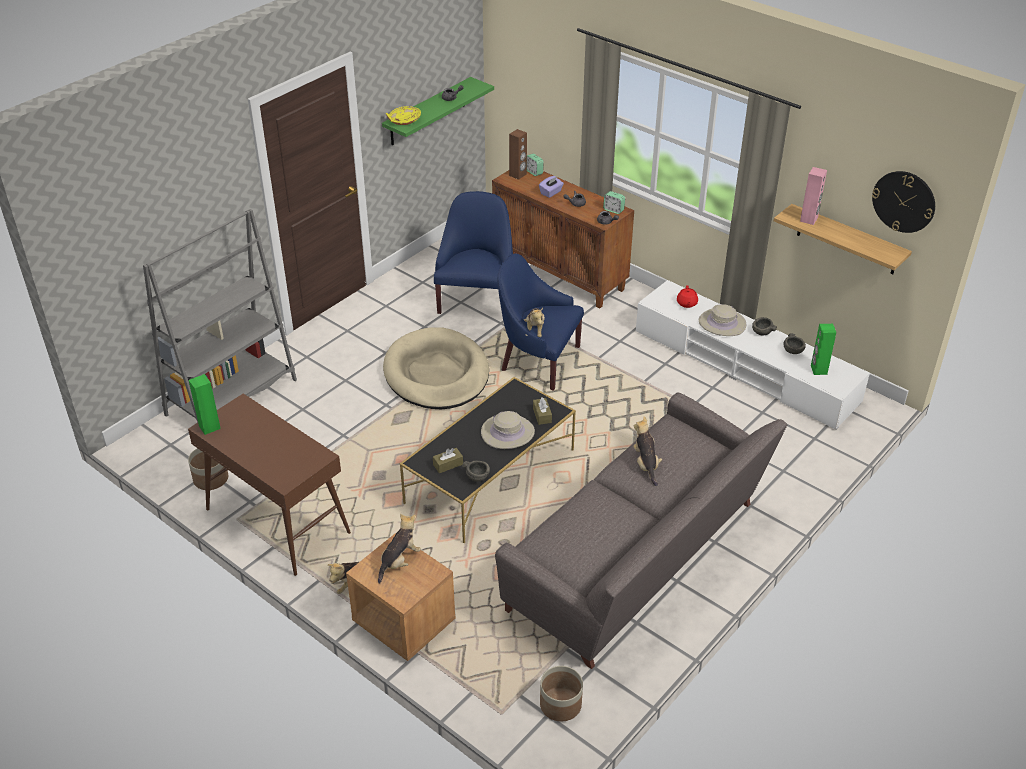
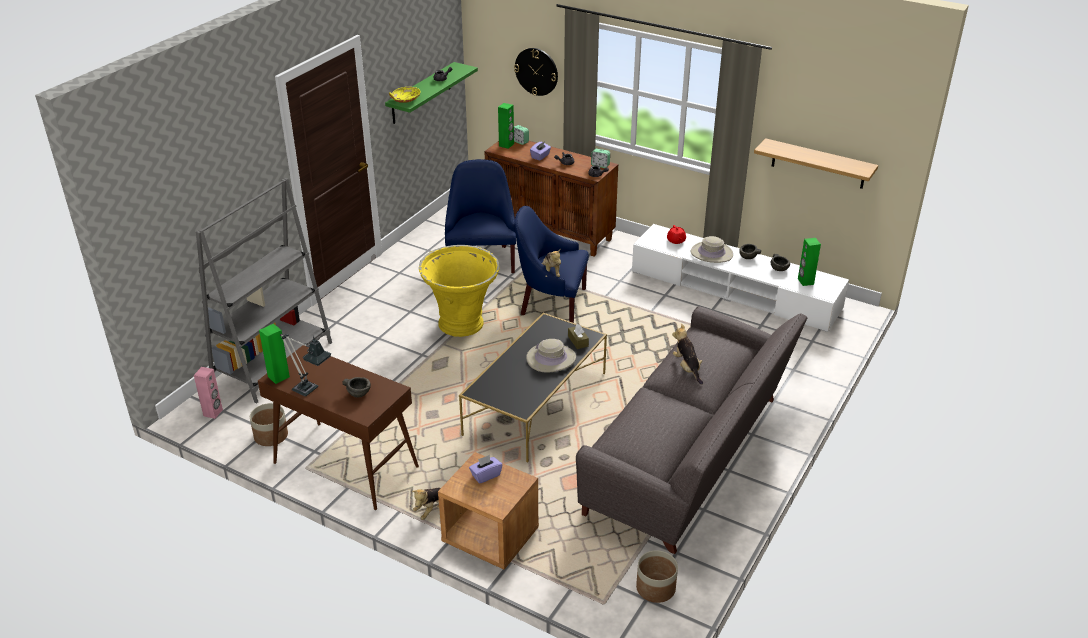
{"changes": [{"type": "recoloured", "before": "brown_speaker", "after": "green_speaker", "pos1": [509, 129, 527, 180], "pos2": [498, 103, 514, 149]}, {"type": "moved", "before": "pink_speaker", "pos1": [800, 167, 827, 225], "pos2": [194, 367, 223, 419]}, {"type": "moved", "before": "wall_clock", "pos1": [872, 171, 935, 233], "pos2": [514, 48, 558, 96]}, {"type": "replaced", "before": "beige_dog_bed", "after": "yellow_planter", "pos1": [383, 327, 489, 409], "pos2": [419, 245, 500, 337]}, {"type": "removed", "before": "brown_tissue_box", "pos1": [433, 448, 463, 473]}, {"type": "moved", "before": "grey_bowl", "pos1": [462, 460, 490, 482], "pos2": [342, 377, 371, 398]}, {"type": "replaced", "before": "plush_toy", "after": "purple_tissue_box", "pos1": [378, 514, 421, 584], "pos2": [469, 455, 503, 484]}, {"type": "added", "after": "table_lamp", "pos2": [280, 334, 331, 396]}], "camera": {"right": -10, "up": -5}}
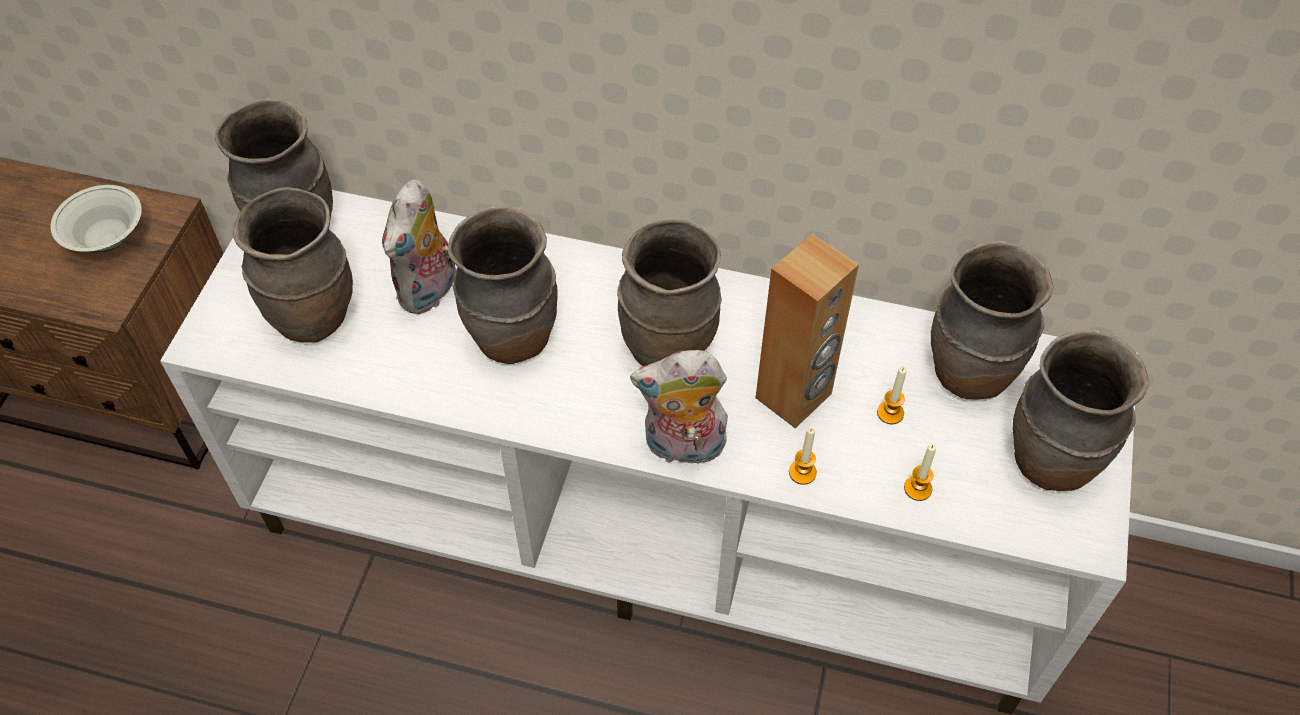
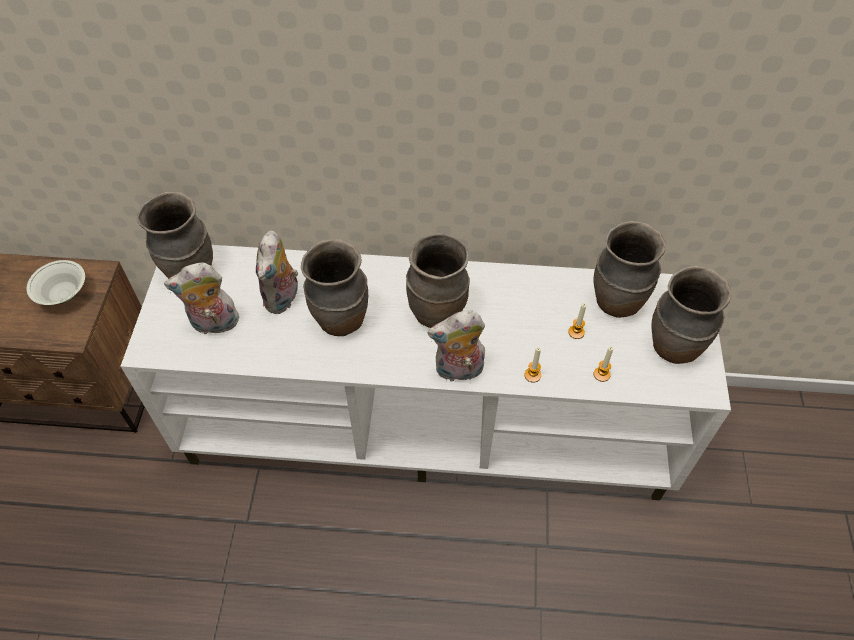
{"changes": [{"type": "replaced", "before": "brown_vase", "after": "plush_toy", "pos1": [233, 187, 353, 343], "pos2": [164, 262, 240, 334]}, {"type": "removed", "before": "brown_speaker", "pos1": [756, 234, 859, 428]}], "camera": {"right": -10, "up": 0}}
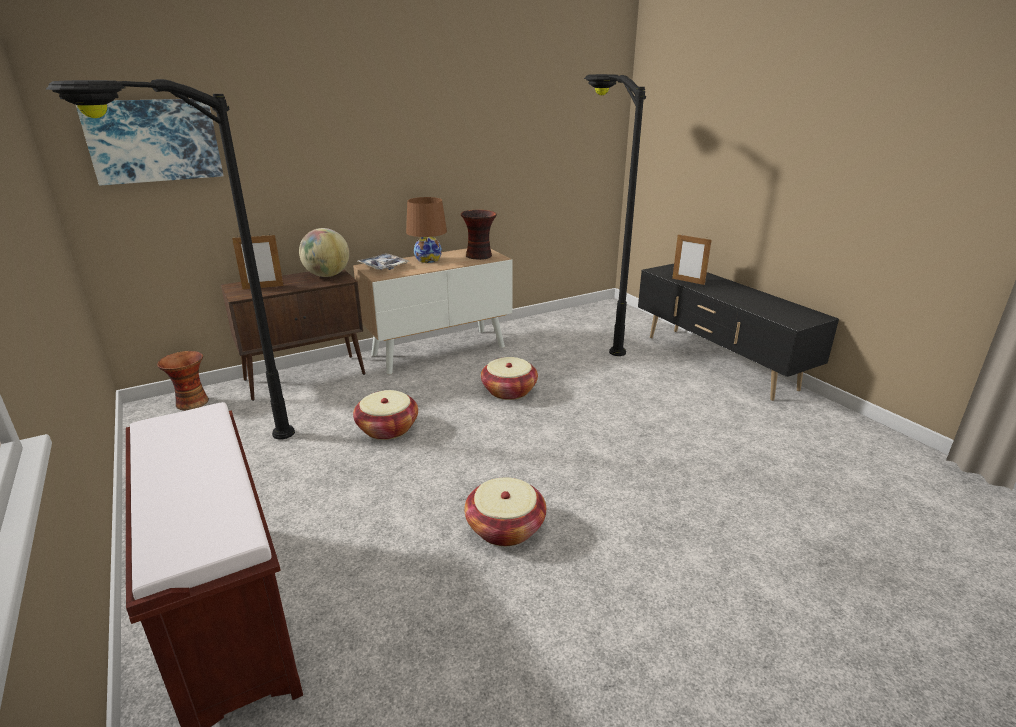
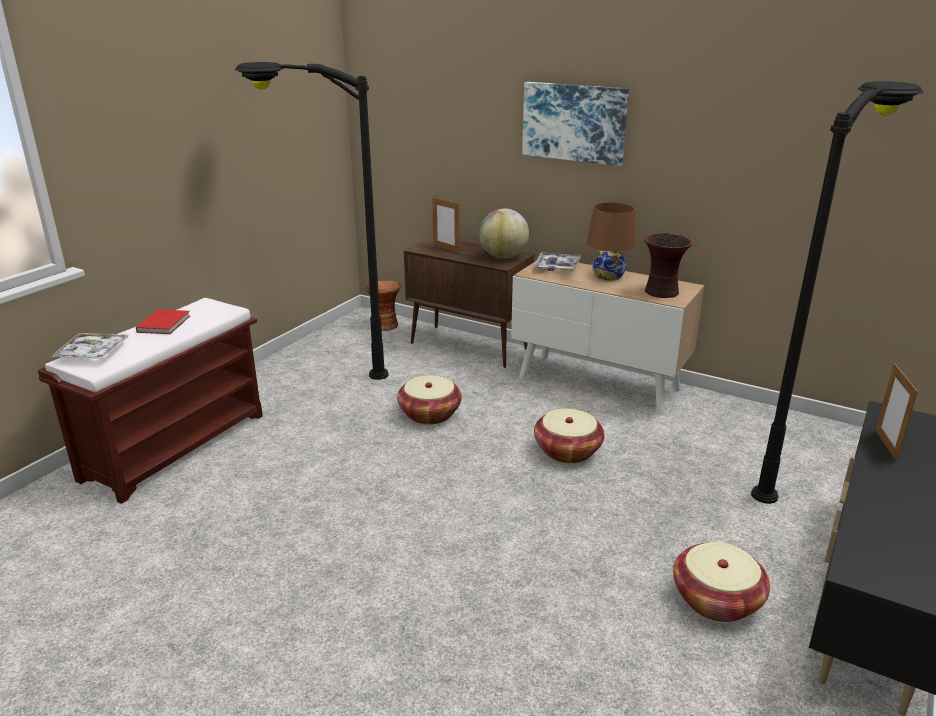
{"changes": [{"type": "moved", "before": "picture", "pos1": [76, 99, 224, 185], "pos2": [522, 82, 629, 166]}, {"type": "moved", "before": "basket", "pos1": [464, 478, 546, 546], "pos2": [673, 542, 770, 622]}, {"type": "added", "after": "red_book", "pos2": [136, 309, 190, 334]}, {"type": "added", "after": "tray", "pos2": [50, 333, 128, 359]}], "camera": {"right": 60, "up": 0}}
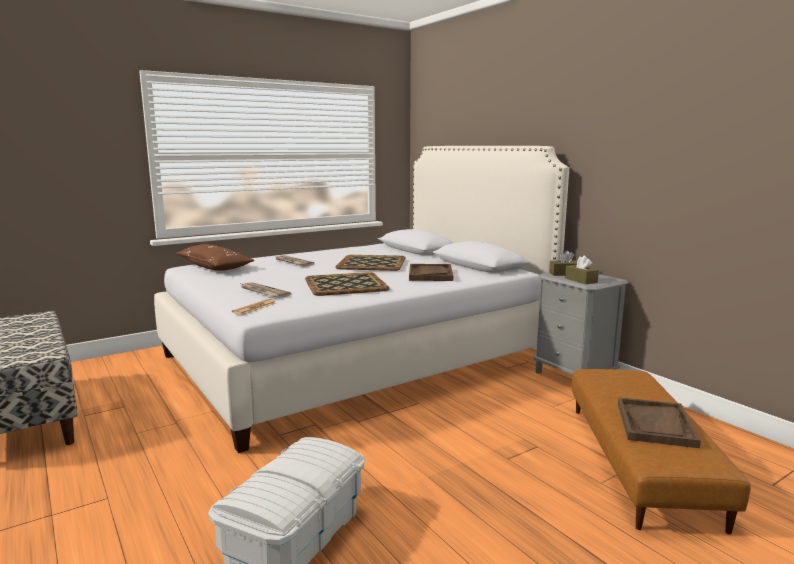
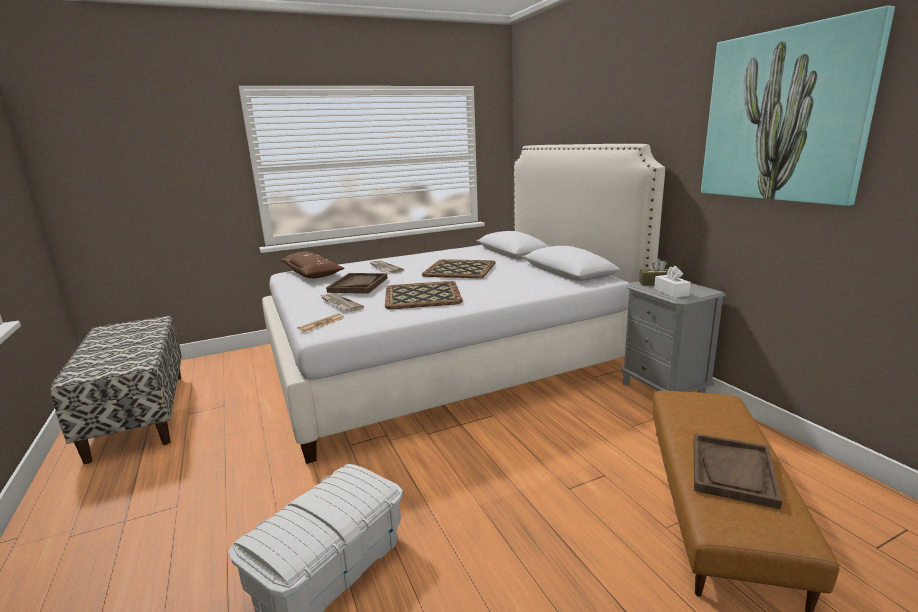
{"changes": [{"type": "recoloured", "before": "brown_tissue_box", "after": "white_tissue_box", "pos1": [565, 256, 599, 284], "pos2": [654, 266, 691, 298]}, {"type": "moved", "before": "brown_tray", "pos1": [409, 264, 453, 281], "pos2": [326, 273, 387, 294]}, {"type": "added", "after": "picture", "pos2": [701, 5, 895, 206]}], "camera": {"right": 10, "up": 5}}
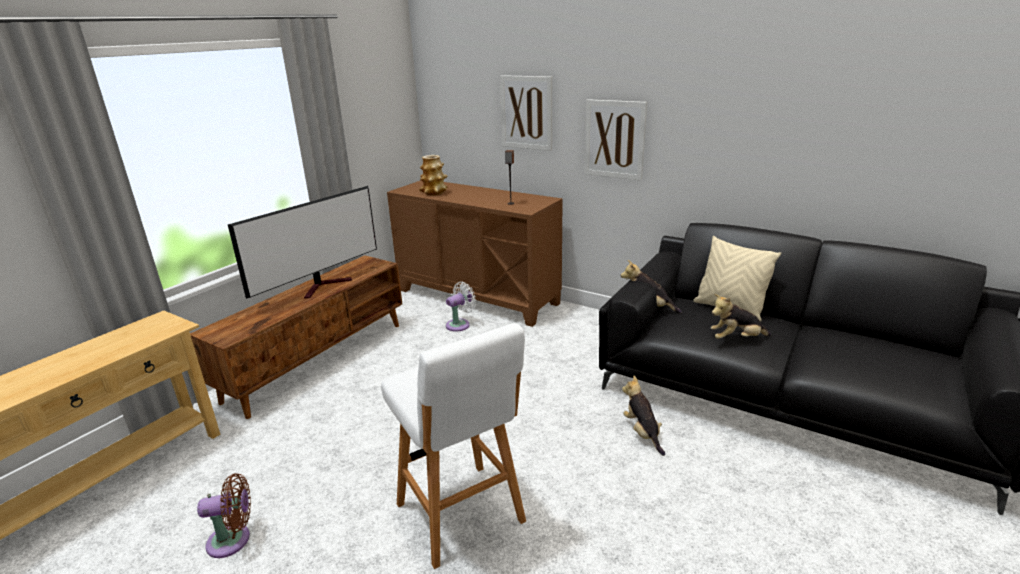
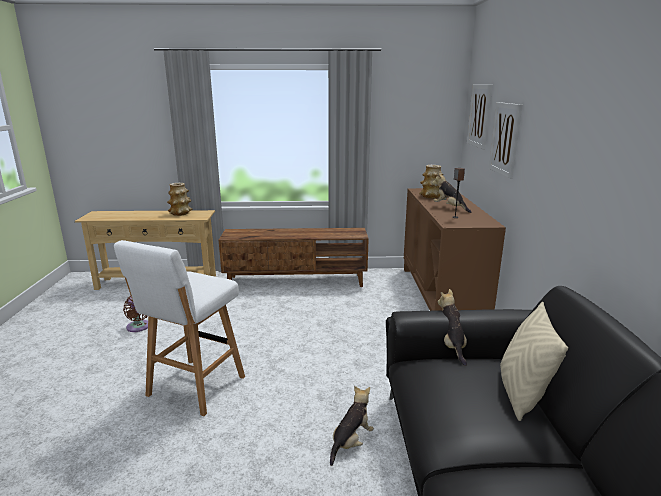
{"changes": [{"type": "moved", "before": "picture", "pos1": [585, 99, 647, 181], "pos2": [467, 85, 492, 149]}, {"type": "removed", "before": "television", "pos1": [228, 186, 377, 299]}, {"type": "removed", "before": "white_fan", "pos1": [446, 282, 476, 332]}, {"type": "moved", "before": "plush_toy", "pos1": [711, 294, 771, 339], "pos2": [432, 173, 471, 213]}, {"type": "added", "after": "vase", "pos2": [167, 183, 192, 216]}], "camera": {"right": 55, "up": -5}}
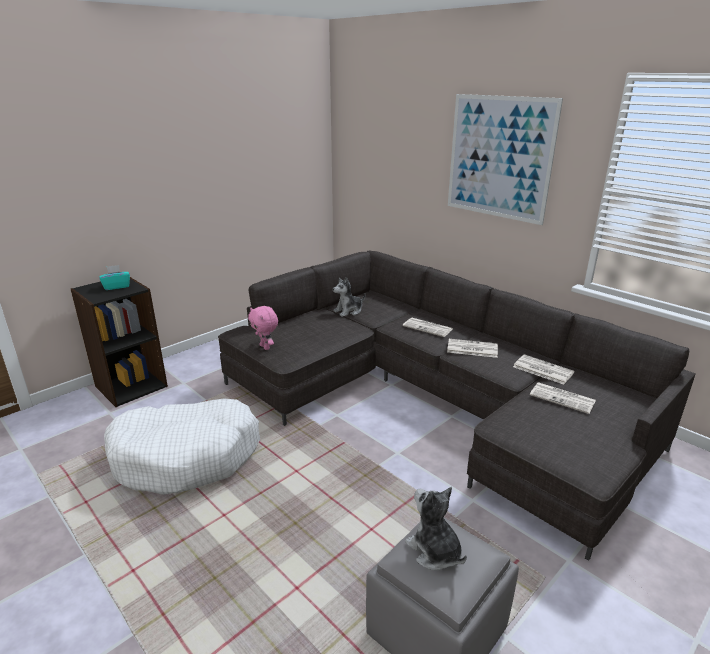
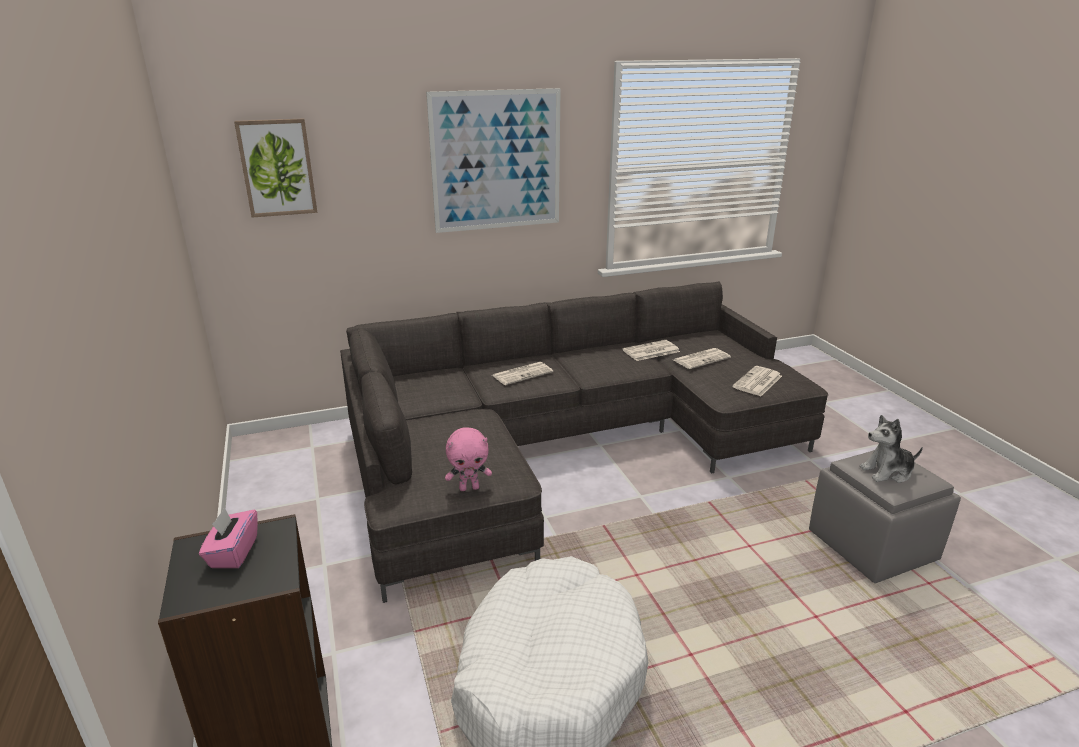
{"changes": [{"type": "recoloured", "before": "turquoise_tissue_box", "after": "pink_tissue_box", "pos1": [99, 265, 130, 290], "pos2": [199, 508, 258, 568]}, {"type": "removed", "before": "plush_toy", "pos1": [333, 277, 365, 317]}, {"type": "moved", "before": "newspaper", "pos1": [447, 339, 498, 358], "pos2": [732, 366, 782, 396]}, {"type": "added", "after": "picture", "pos2": [234, 118, 318, 217]}], "camera": {"right": -65, "up": 0}}
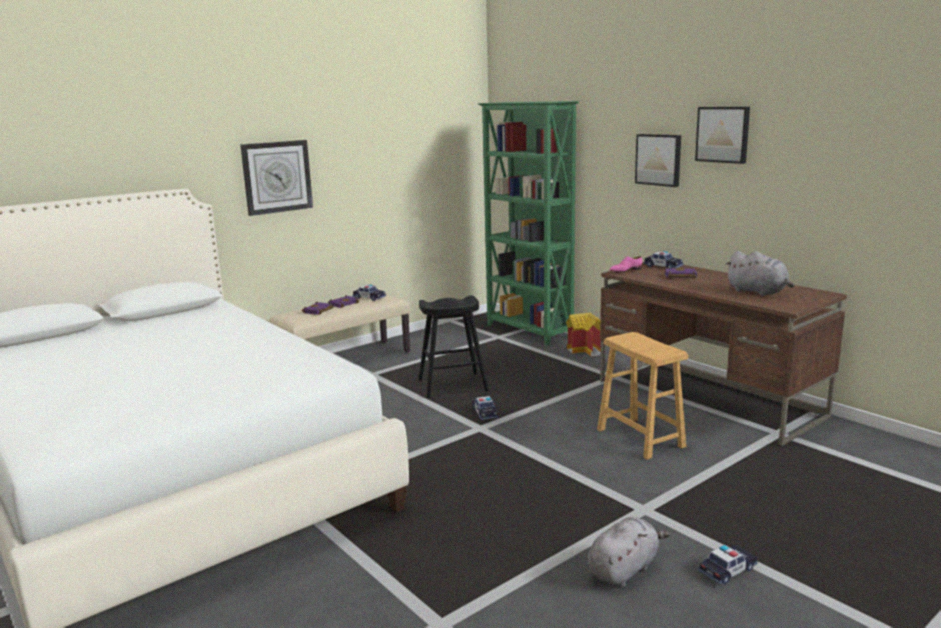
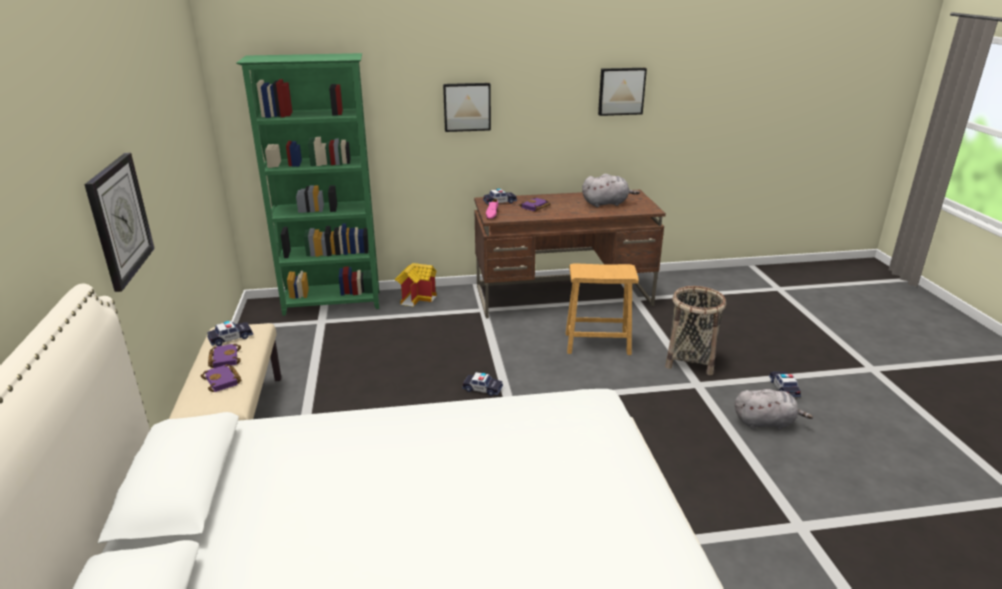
{"changes": [{"type": "moved", "before": "picture", "pos1": [695, 107, 750, 164], "pos2": [598, 68, 647, 116]}, {"type": "removed", "before": "black_stool", "pos1": [419, 295, 489, 398]}, {"type": "turned", "before": "grey_plush_toy", "pos1": [587, 517, 670, 587], "pos2": [735, 389, 813, 430], "turn": 105}, {"type": "added", "after": "basket", "pos2": [665, 286, 726, 375]}], "camera": {"right": -60, "up": 10}}
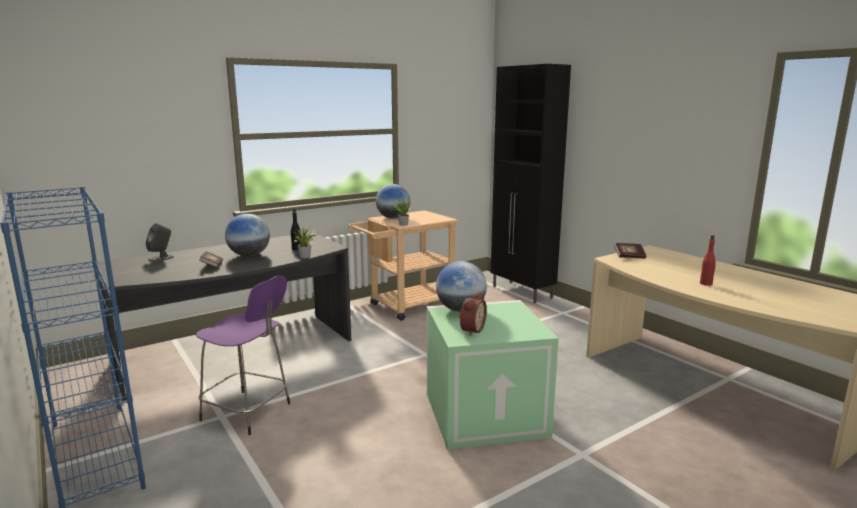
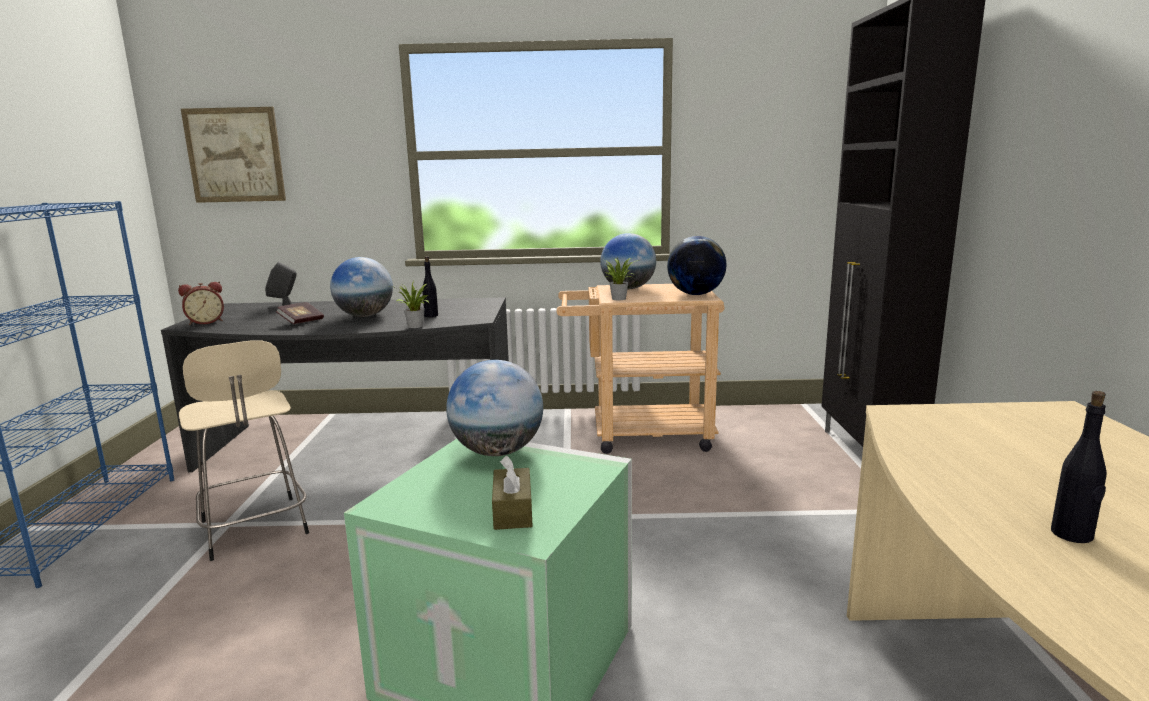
{"changes": [{"type": "recoloured", "before": "red_bottle", "after": "black_bottle", "pos1": [700, 235, 716, 286], "pos2": [1051, 391, 1106, 543]}, {"type": "removed", "before": "book", "pos1": [614, 243, 646, 259]}, {"type": "recoloured", "before": "purple_stool", "after": "beige_stool", "pos1": [196, 275, 290, 435], "pos2": [179, 340, 309, 561]}, {"type": "moved", "before": "alarm_clock", "pos1": [459, 292, 487, 336], "pos2": [178, 282, 224, 325]}, {"type": "added", "after": "picture", "pos2": [181, 107, 286, 203]}, {"type": "added", "after": "globe", "pos2": [667, 236, 726, 295]}, {"type": "added", "after": "brown_tissue_box", "pos2": [492, 456, 533, 530]}], "camera": {"right": 35, "up": 0}}
